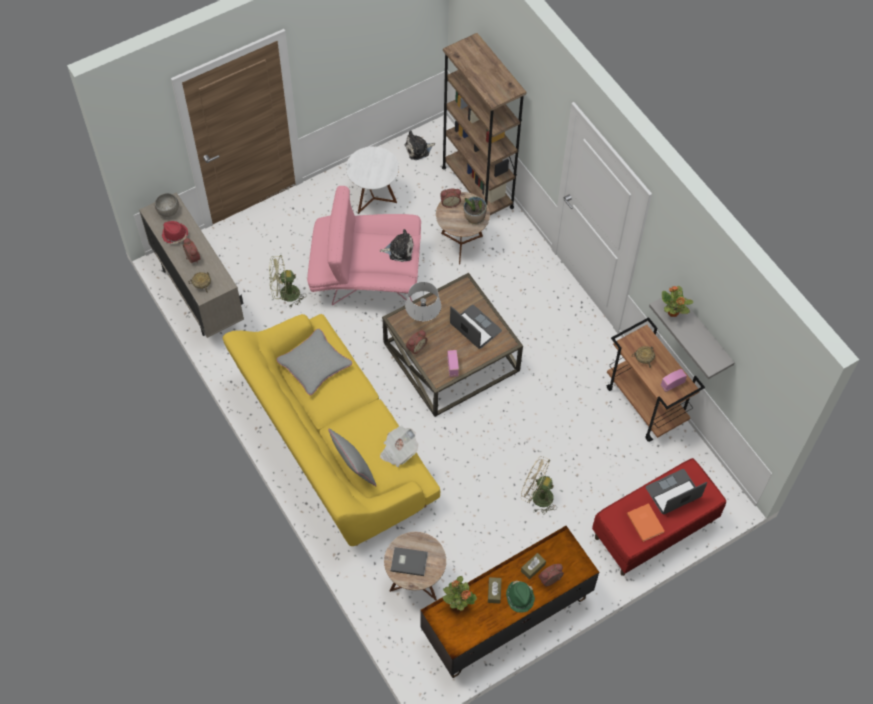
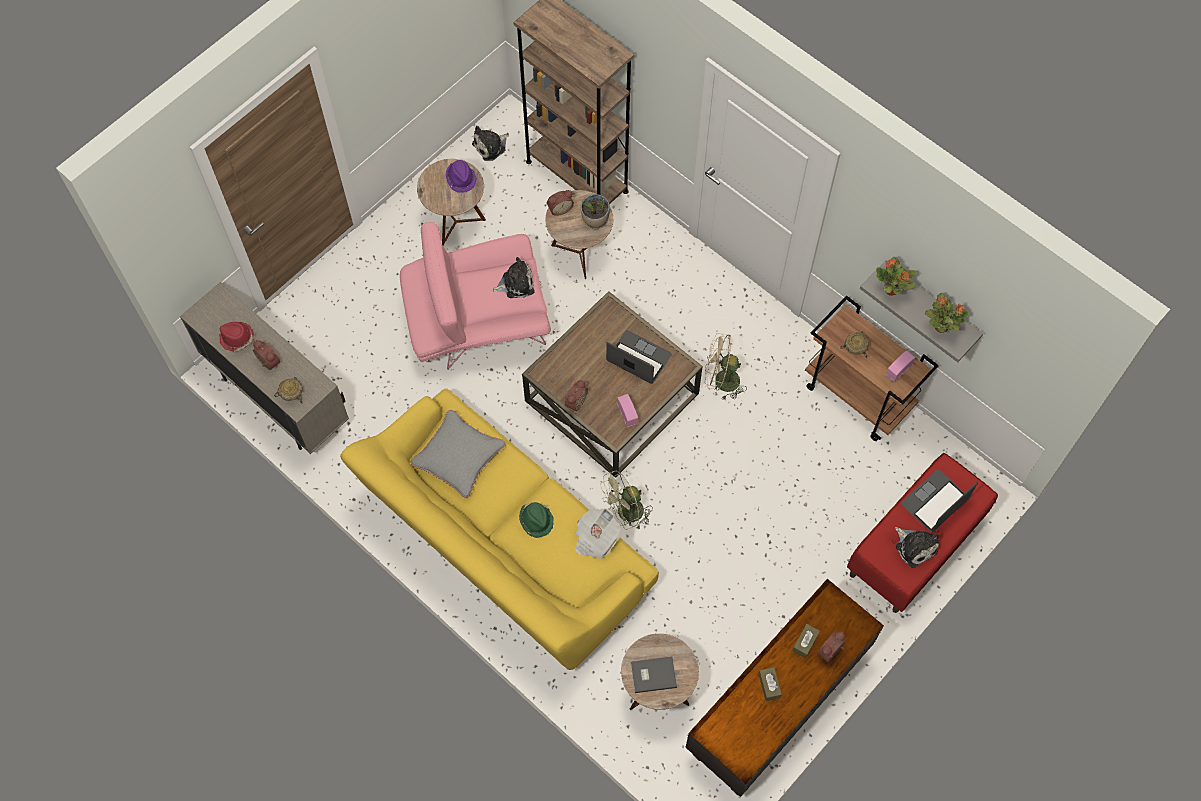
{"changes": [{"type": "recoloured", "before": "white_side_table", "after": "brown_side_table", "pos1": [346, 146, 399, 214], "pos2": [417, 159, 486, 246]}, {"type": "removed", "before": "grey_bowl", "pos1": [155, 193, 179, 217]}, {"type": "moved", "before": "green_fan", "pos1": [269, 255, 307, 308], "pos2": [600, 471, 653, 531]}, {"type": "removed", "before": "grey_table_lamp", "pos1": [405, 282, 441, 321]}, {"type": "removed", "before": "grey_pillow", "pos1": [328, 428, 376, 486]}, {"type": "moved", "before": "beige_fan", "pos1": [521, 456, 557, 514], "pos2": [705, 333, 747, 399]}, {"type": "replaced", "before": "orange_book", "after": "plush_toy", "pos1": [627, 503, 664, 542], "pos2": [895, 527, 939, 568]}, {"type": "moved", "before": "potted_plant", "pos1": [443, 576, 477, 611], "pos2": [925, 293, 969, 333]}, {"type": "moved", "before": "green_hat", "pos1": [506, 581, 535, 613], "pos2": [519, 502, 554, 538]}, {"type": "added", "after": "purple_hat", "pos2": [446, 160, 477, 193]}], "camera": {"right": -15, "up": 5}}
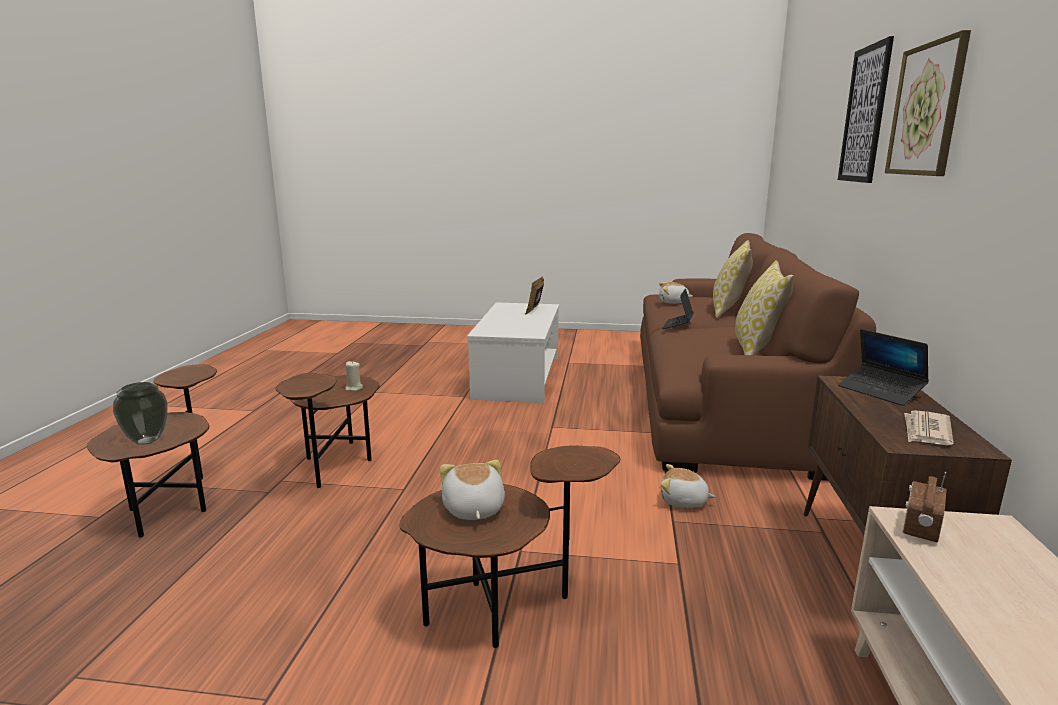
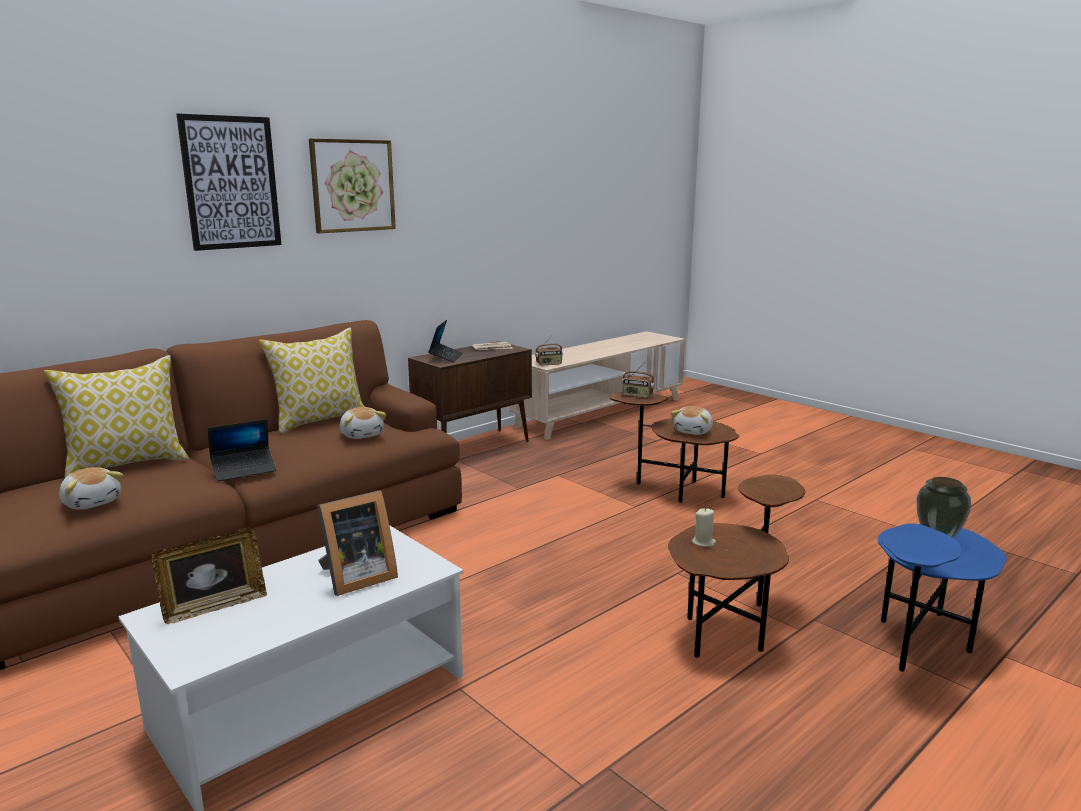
{"changes": [{"type": "recoloured", "before": "brown_side_table", "after": "blue_side_table", "pos1": [87, 364, 217, 537], "pos2": [878, 523, 1007, 672]}, {"type": "moved", "before": "plush_toy", "pos1": [660, 464, 716, 508], "pos2": [340, 407, 386, 439]}, {"type": "added", "after": "radio", "pos2": [622, 362, 655, 398]}, {"type": "added", "after": "picture_frame", "pos2": [317, 491, 398, 596]}], "camera": {"right": -140, "up": 0}}
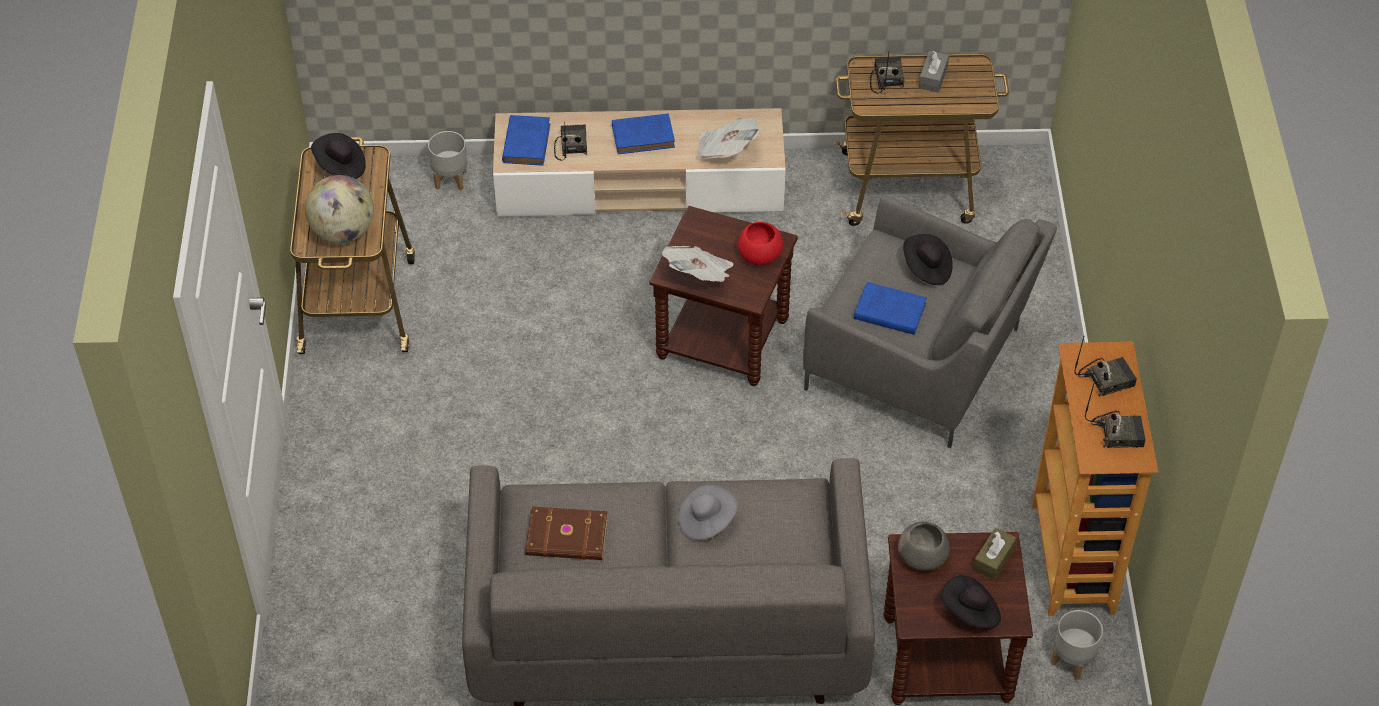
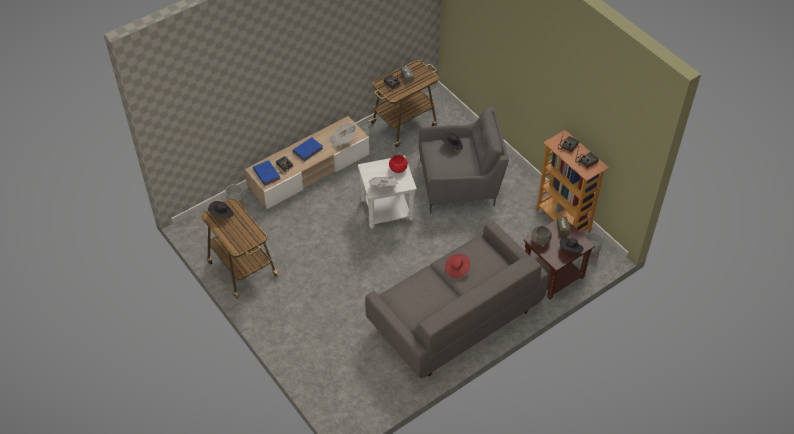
{"changes": [{"type": "removed", "before": "globe", "pos1": [305, 175, 374, 243]}, {"type": "recoloured", "before": "brown_side_table", "after": "white_side_table", "pos1": [649, 206, 798, 386], "pos2": [358, 156, 417, 229]}, {"type": "removed", "before": "blue_book", "pos1": [854, 282, 927, 335]}, {"type": "recoloured", "before": "grey_hat", "after": "red_hat", "pos1": [678, 485, 738, 540], "pos2": [445, 254, 470, 278]}, {"type": "removed", "before": "brown_book", "pos1": [525, 507, 608, 560]}], "camera": {"right": -35, "up": 0}}
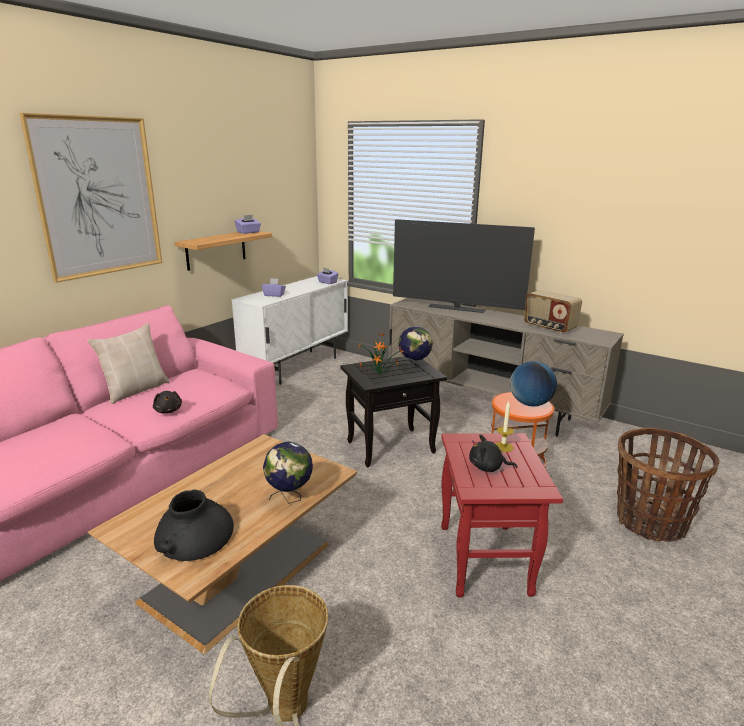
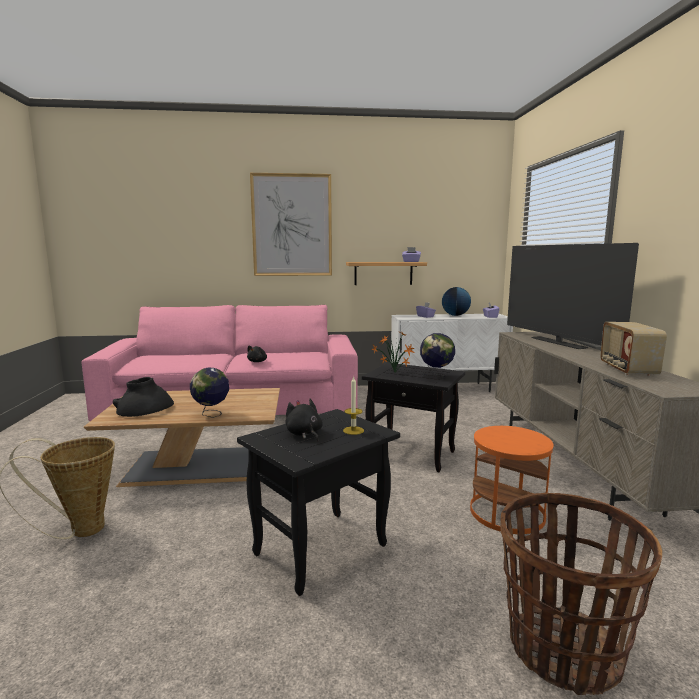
{"changes": [{"type": "removed", "before": "beige_pillow", "pos1": [87, 323, 170, 404]}, {"type": "moved", "before": "globe", "pos1": [510, 361, 557, 406], "pos2": [442, 287, 471, 316]}, {"type": "recoloured", "before": "red_side_table", "after": "black_side_table", "pos1": [441, 433, 563, 597], "pos2": [237, 409, 400, 596]}], "camera": {"right": 50, "up": -10}}
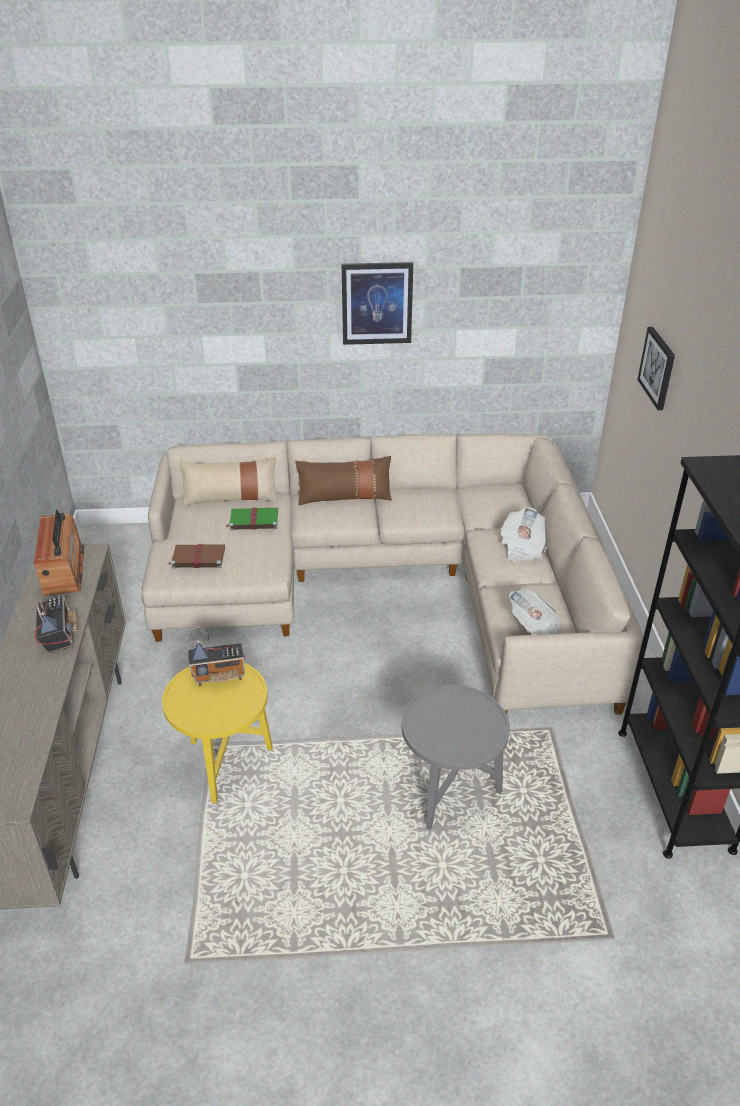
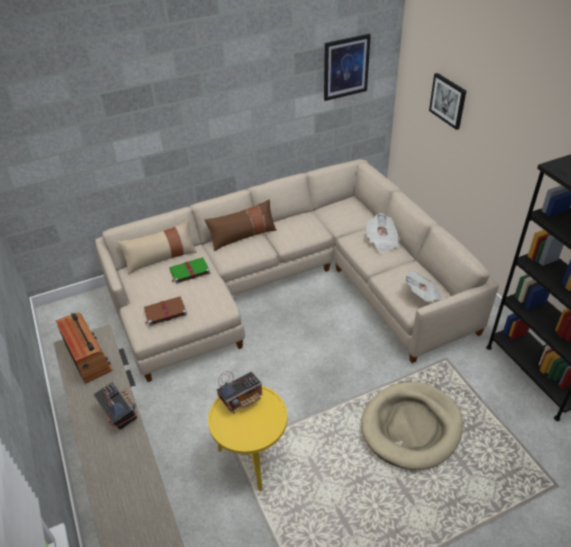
{"changes": [{"type": "moved", "before": "picture", "pos1": [342, 262, 413, 345], "pos2": [324, 34, 371, 101]}, {"type": "replaced", "before": "grey_side_table", "after": "beige_dog_bed", "pos1": [401, 685, 510, 830], "pos2": [361, 381, 463, 470]}], "camera": {"right": -20, "up": 5}}
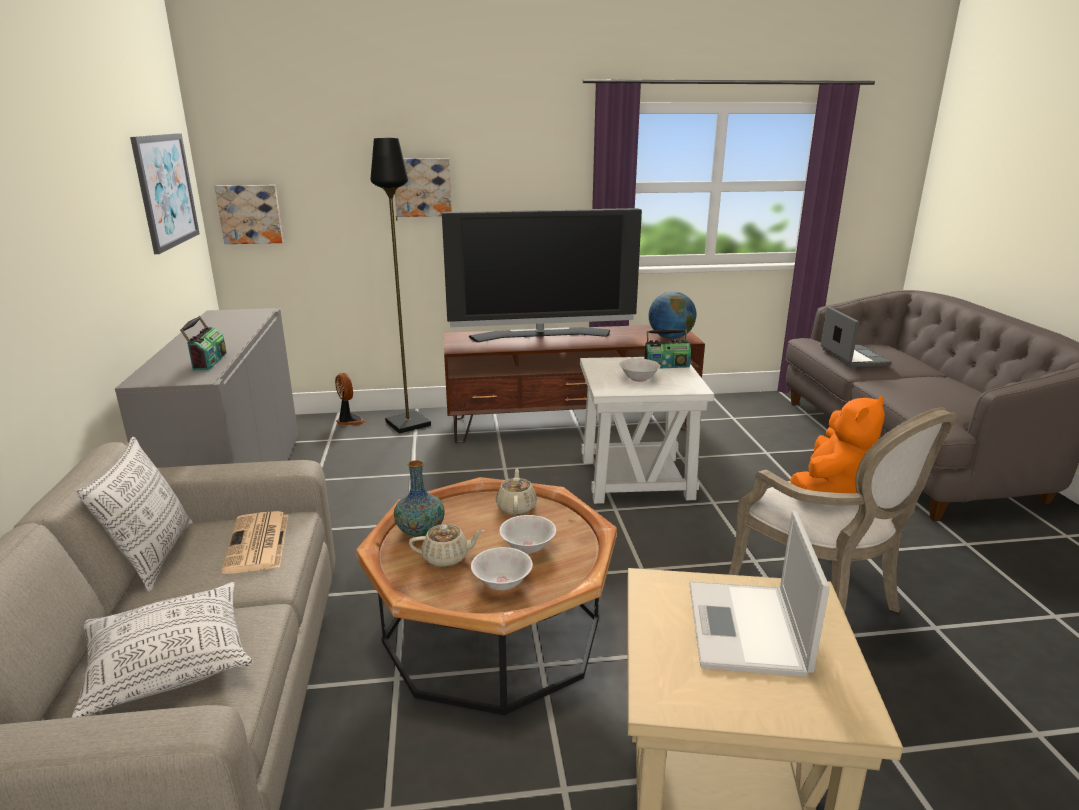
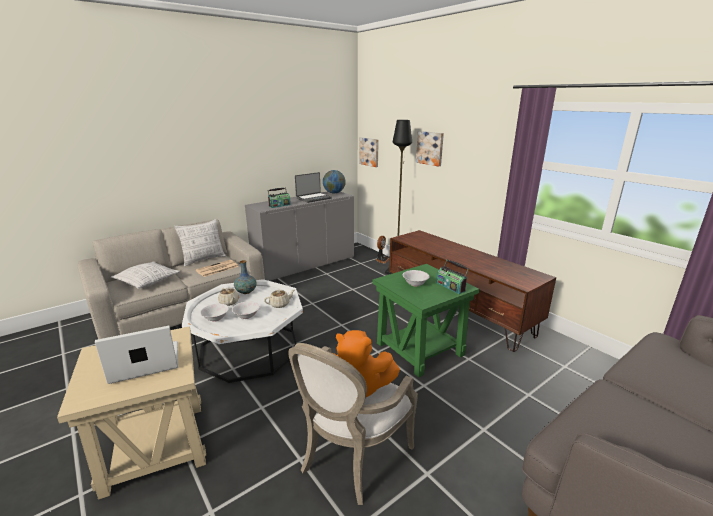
{"changes": [{"type": "removed", "before": "picture", "pos1": [130, 133, 200, 254]}, {"type": "removed", "before": "television", "pos1": [442, 208, 642, 342]}, {"type": "moved", "before": "globe", "pos1": [648, 291, 696, 339], "pos2": [323, 170, 346, 193]}, {"type": "moved", "before": "laptop", "pos1": [821, 306, 892, 367], "pos2": [295, 172, 332, 203]}, {"type": "recoloured", "before": "white_side_table", "after": "green_side_table", "pos1": [580, 357, 714, 504], "pos2": [372, 264, 480, 377]}, {"type": "recoloured", "before": "brown_coffee_table", "after": "white_coffee_table", "pos1": [356, 477, 617, 715], "pos2": [182, 279, 303, 383]}], "camera": {"right": 60, "up": 0}}
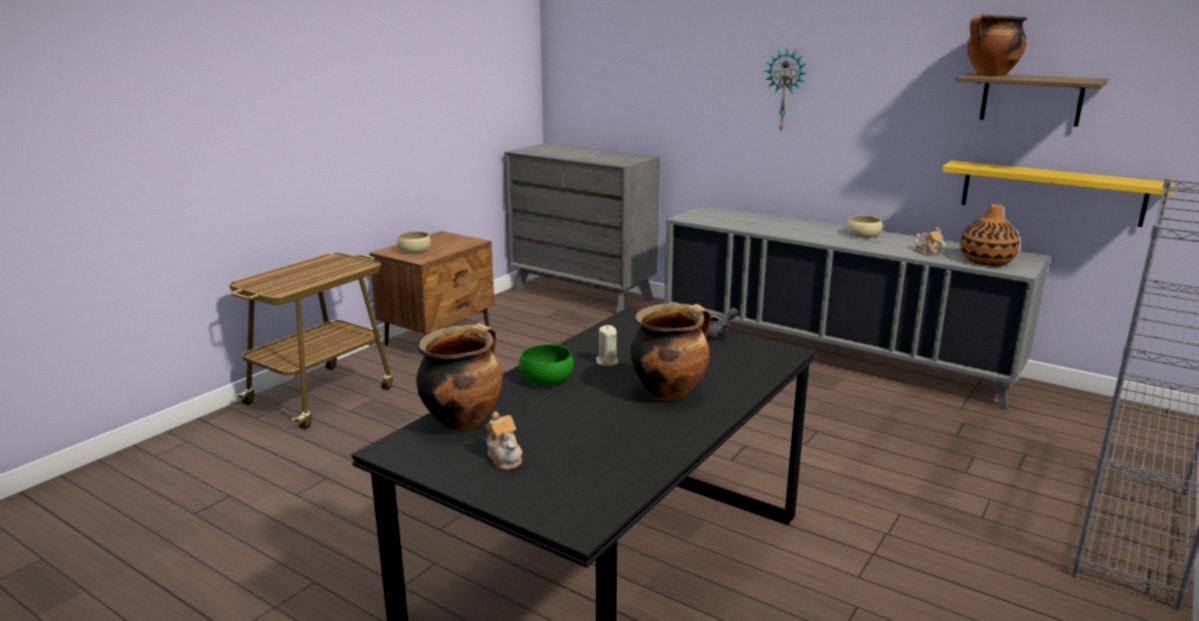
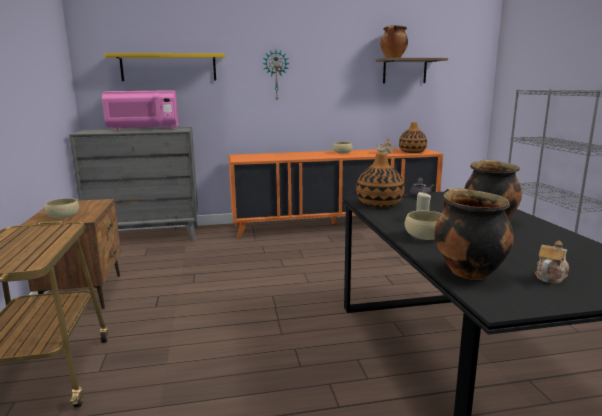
{"changes": [{"type": "moved", "before": "yellow_shelf", "pos1": [942, 160, 1174, 227], "pos2": [104, 53, 225, 81]}, {"type": "recoloured", "before": "grey_cabinet", "after": "orange_cabinet", "pos1": [664, 205, 1050, 410], "pos2": [229, 148, 443, 238]}, {"type": "recoloured", "before": "green_bowl", "after": "beige_bowl", "pos1": [519, 344, 574, 385], "pos2": [405, 211, 441, 240]}, {"type": "turned", "before": "teapot", "pos1": [485, 411, 523, 470], "pos2": [534, 241, 569, 284], "turn": -60}, {"type": "added", "after": "pink_microwave", "pos2": [102, 91, 179, 131]}, {"type": "added", "after": "vase", "pos2": [356, 153, 404, 207]}], "camera": {"right": -45, "up": -5}}
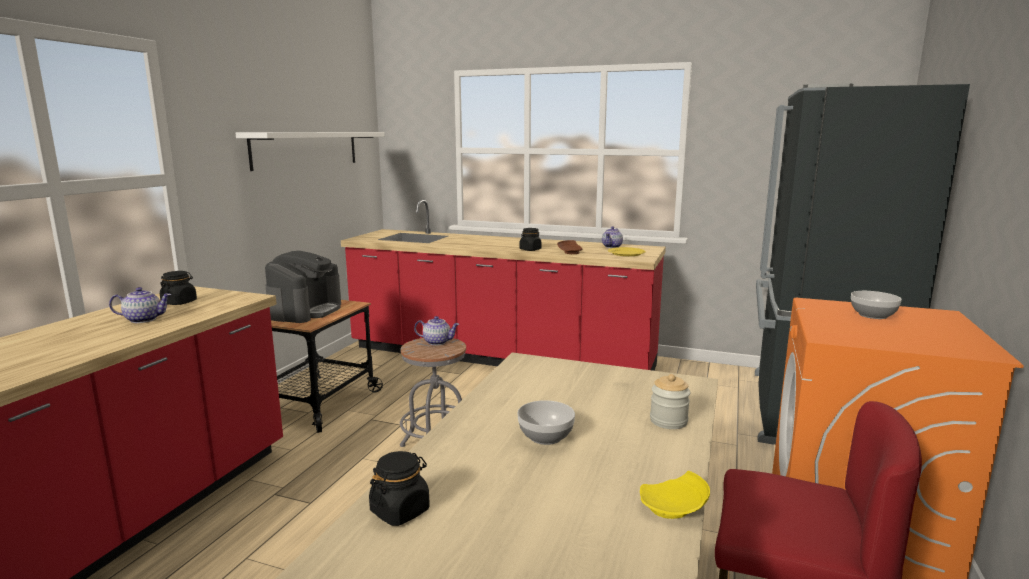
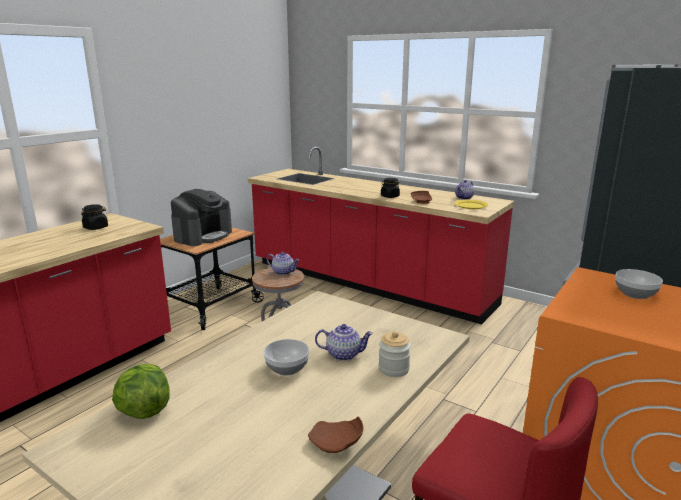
{"changes": [{"type": "removed", "before": "white_shelf", "pos1": [236, 132, 385, 171]}, {"type": "moved", "before": "teapot", "pos1": [109, 287, 171, 323], "pos2": [315, 324, 373, 361]}, {"type": "replaced", "before": "black_jar", "after": "lettuce", "pos1": [369, 451, 430, 526], "pos2": [112, 364, 170, 419]}, {"type": "recoloured", "before": "yellow_plate", "after": "brown_plate", "pos1": [640, 471, 710, 519], "pos2": [308, 417, 363, 453]}], "camera": {"right": 15, "up": 5}}
